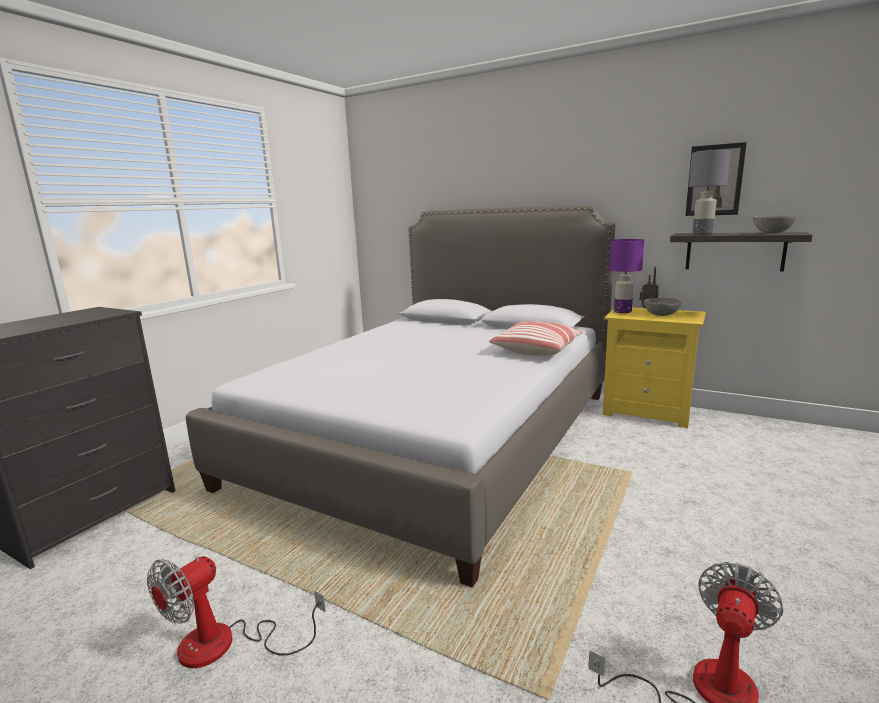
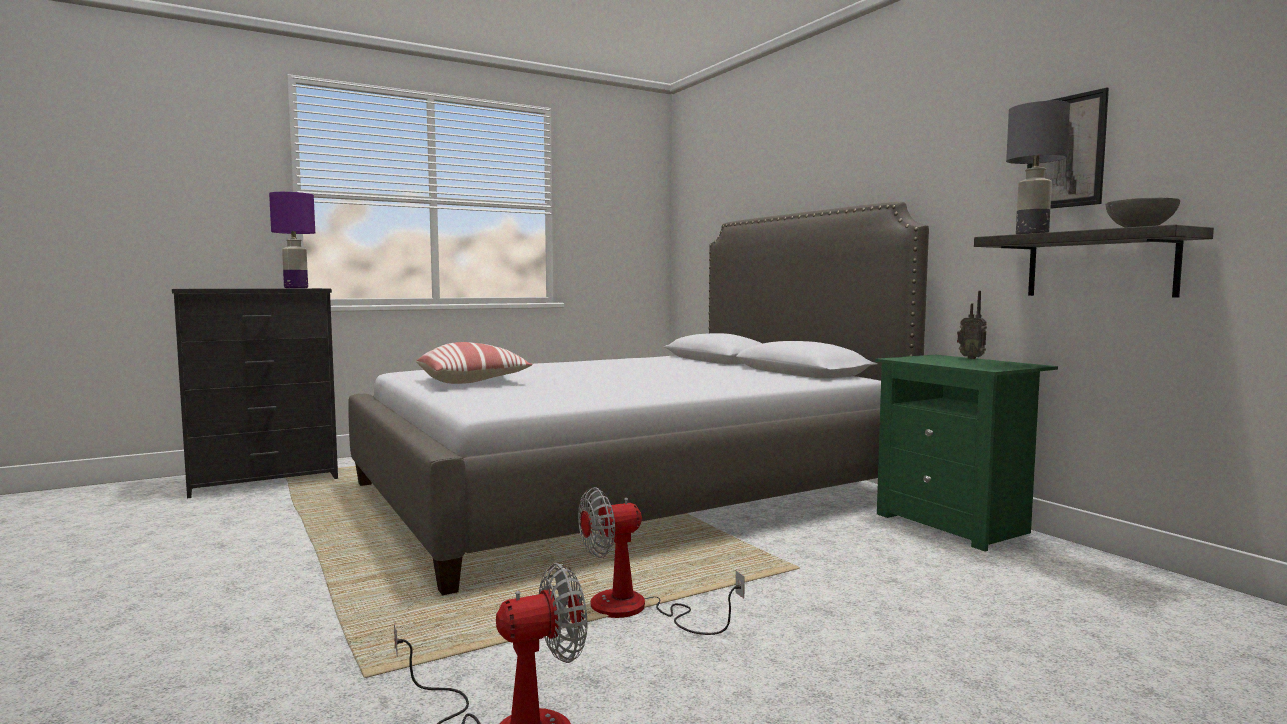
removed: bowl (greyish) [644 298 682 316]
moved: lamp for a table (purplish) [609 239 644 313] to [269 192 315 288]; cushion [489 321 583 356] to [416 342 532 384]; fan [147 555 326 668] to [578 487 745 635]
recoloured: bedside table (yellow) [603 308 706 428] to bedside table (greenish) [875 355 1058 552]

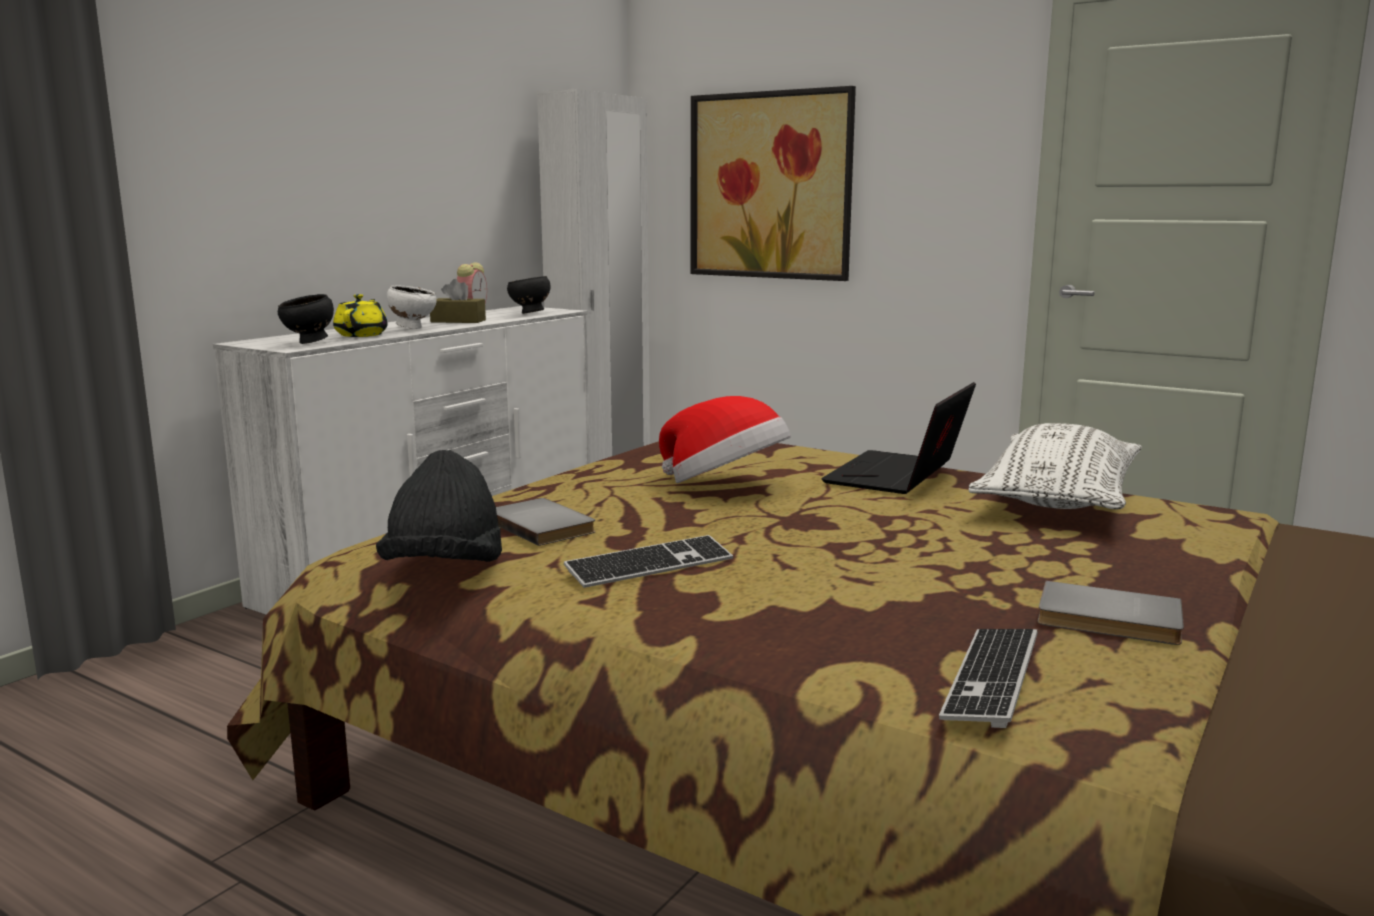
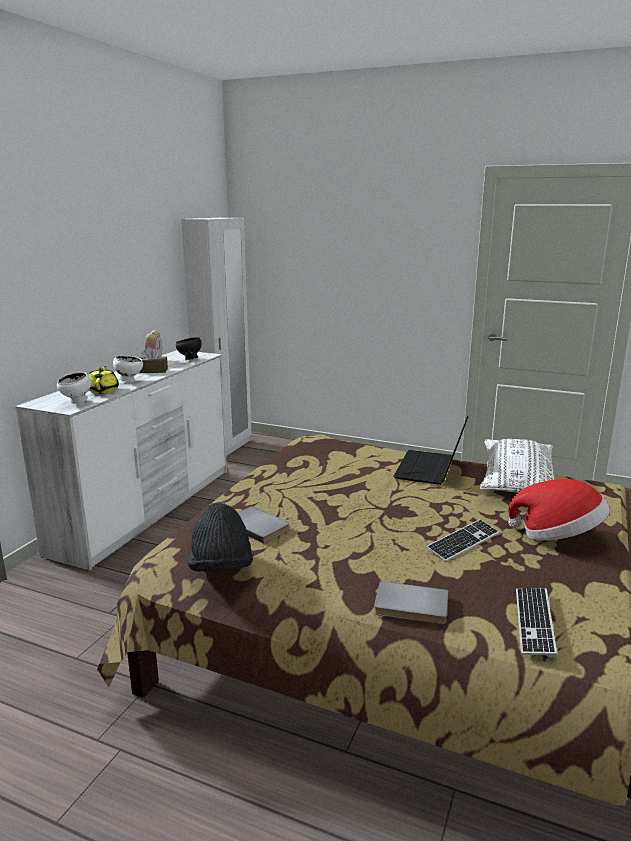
removed: wall picture [691 86 856 281]
moved: clothing hat [659 396 791 483] to [508 479 610 541]; computer keyboard [564 535 733 588] to [426 519 500 562]; bound book (greyish) [1037 581 1184 645] to [374 581 448 624]
recoloured: bowl (blackish) [278 294 334 344] to bowl (whitish) [57 372 91 404]

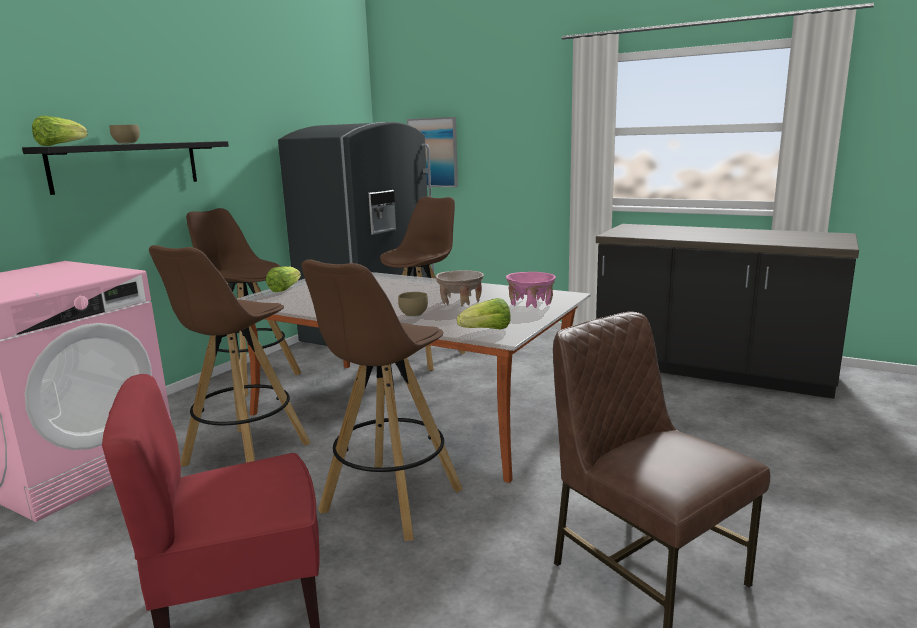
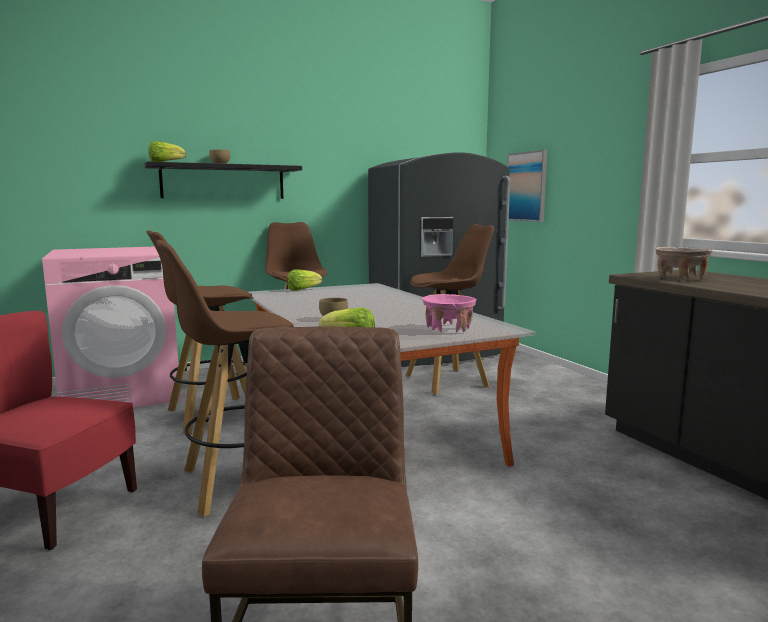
moved: bowl (sand-coloured) [436 270 484 306] to [656 247 713 280]

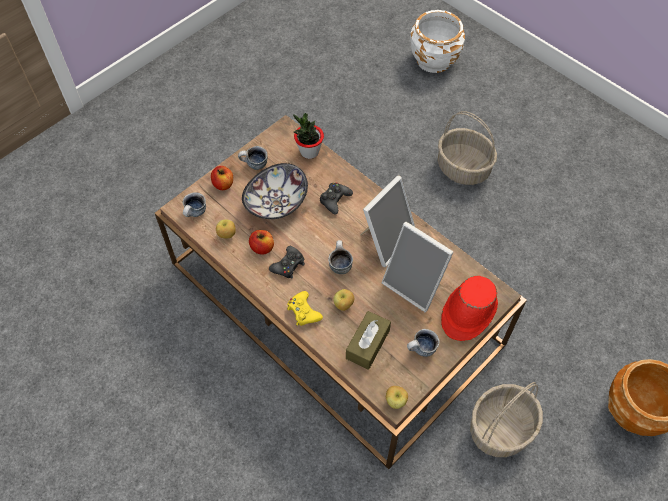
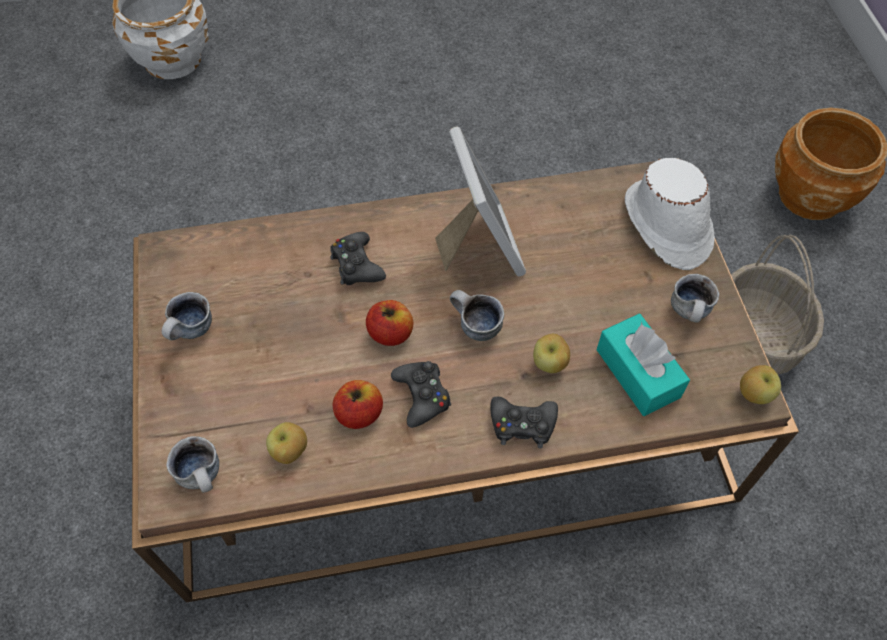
removed: storage basket [438 111 497 185]; plant in a pot [293 113 324 159]; bowl [242 163 308 219]; picture frame [382 222 454 312]
moved: apple fruit [211 166 233 190] to [366 300 413 346]
recoloured: clothing hat (red) [441 276 498 341] to clothing hat (whitish) [625 158 715 270]; joypad (yellow) [287 291 323 326] to joypad (blackish) [491 397 558 448]; box of tissues (brown) [346 311 391 370] to box of tissues (turquoise) [597 314 690 416]

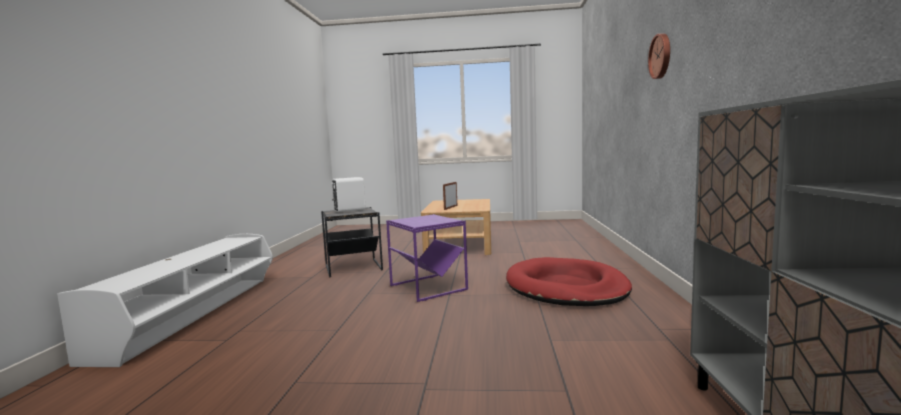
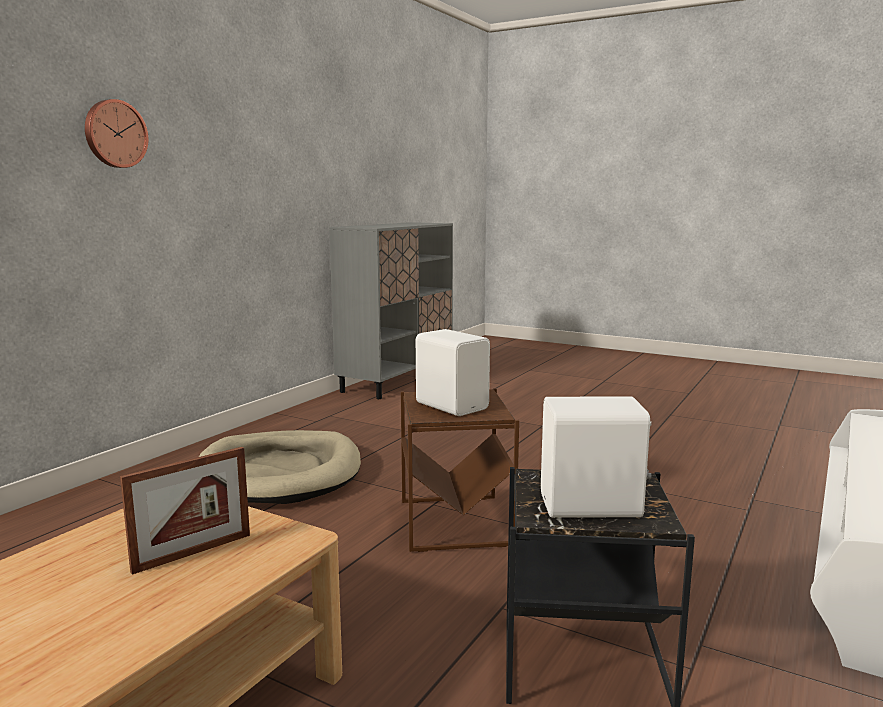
added: loudspeaker (whitish) [416 329 490 416]
recoloured: side table (purplish) [386 214 468 302] to side table (brown) [401 388 519 552]; pet bed (red) [506 257 632 306] to pet bed (sand-coloured) [199 430 361 504]

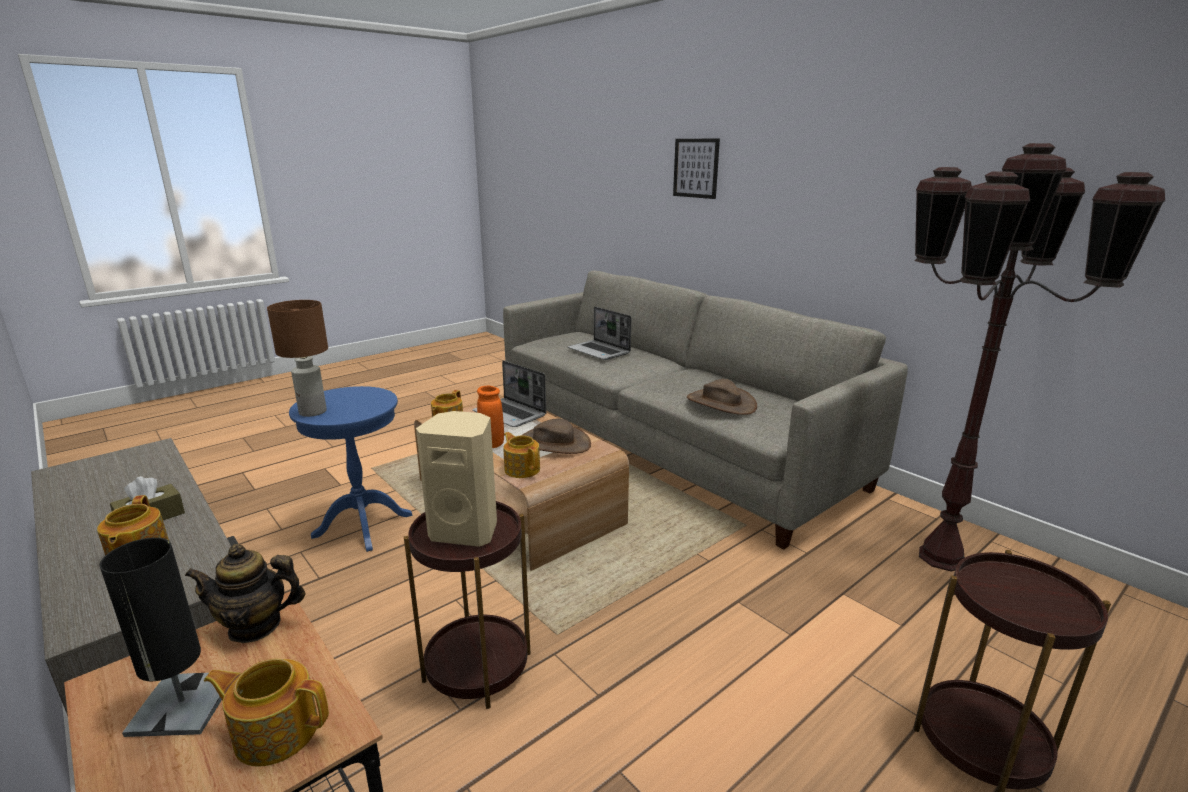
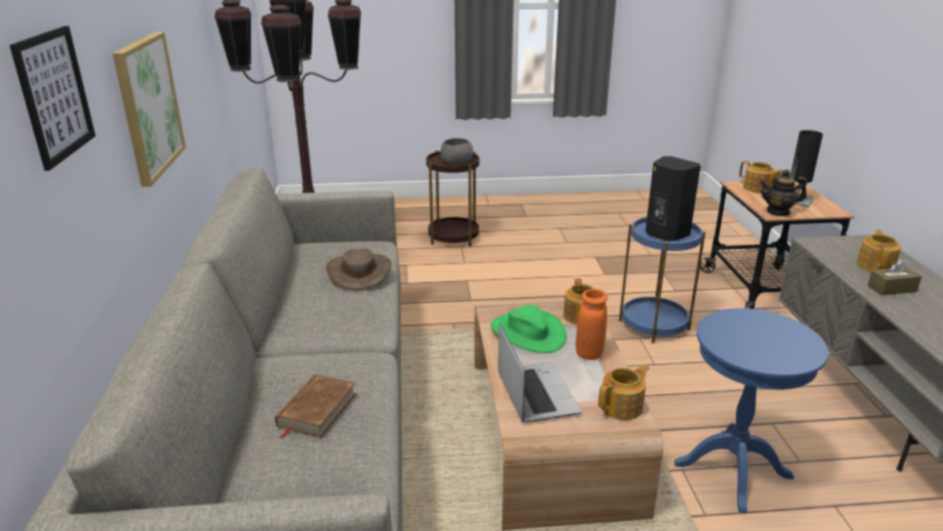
removed: lamp for a table (brown) [267 300 328 417]
added: wall picture [112 32 186 187]; bowl (greyish) [440 138 473 164]
replaced: notebook computer [568 307 631 360] to bound book (brown) [275 374 356 439]
recoloured: loudspeaker (sand-coloured) [416 411 497 547] to loudspeaker (blackish) [645 156 700 242]; clothing hat (brown) [521 419 591 454] to clothing hat (greenish) [491 305 566 353]; side table (brown) [404 501 530 709] to side table (blue-coloured) [619 217 706 343]
turned: pot for tea [185 544 306 643] = [760 170 807 216] 150 degrees clockwise

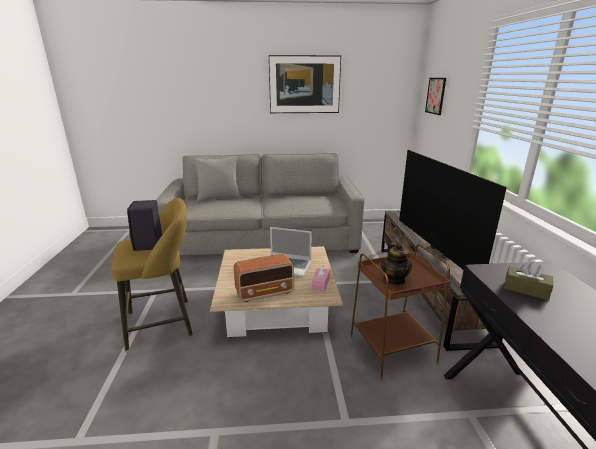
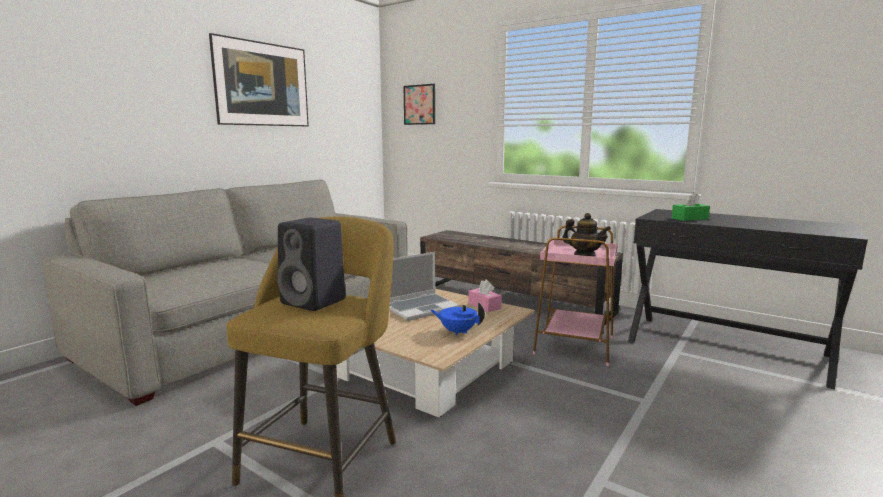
removed: TV [399 150 507 270]; cushion (greyish) [193 156 241 202]
replaced: radio receiver [234 254 294 302] to pot for tea (blue-coloured) [431 302 485 335]
recoloured: side table (brown) [350 244 451 380] to side table (pink-coloured) [533 225 618 366]; box of tissues (brown) [504 261 553 300] to box of tissues (greenish) [672 192 710 221]

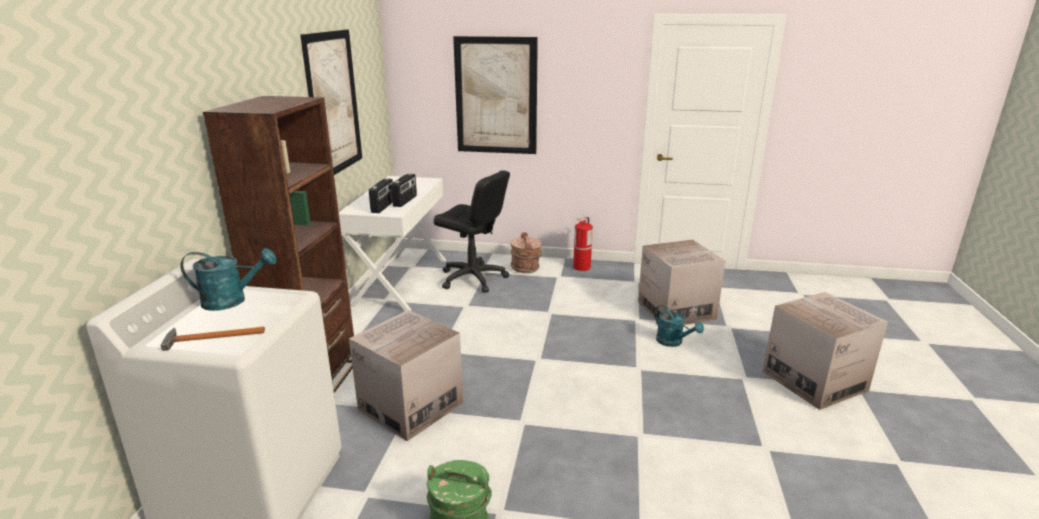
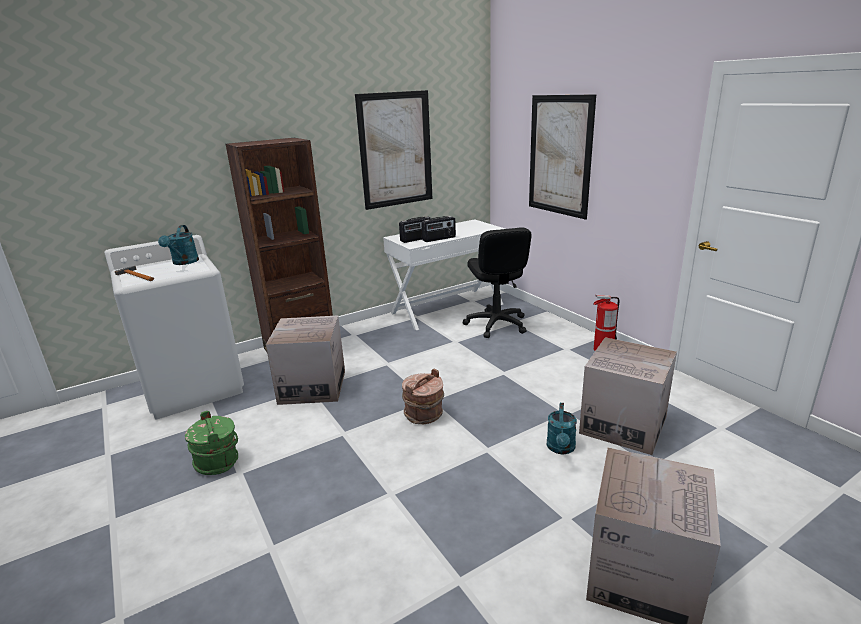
moved: water bucket (brown) [510 232 542 273] to [402 369 444 424]
turned: watering can (turquoise) [181 248 276 311] = [158 225 199 265] 45 degrees clockwise

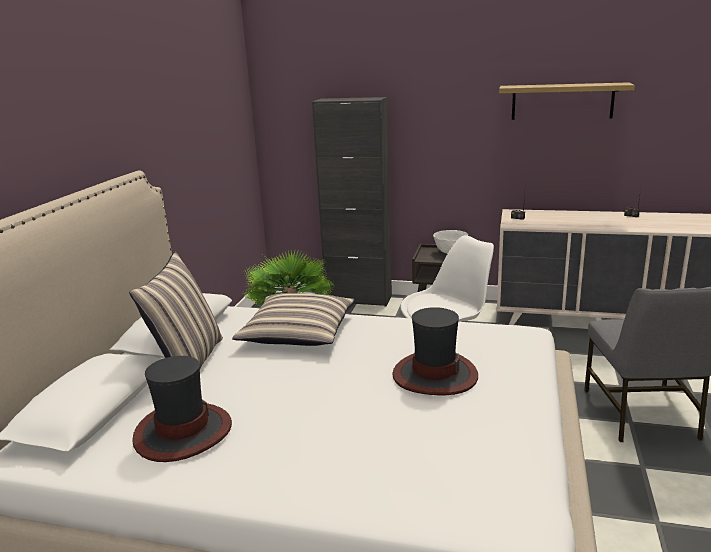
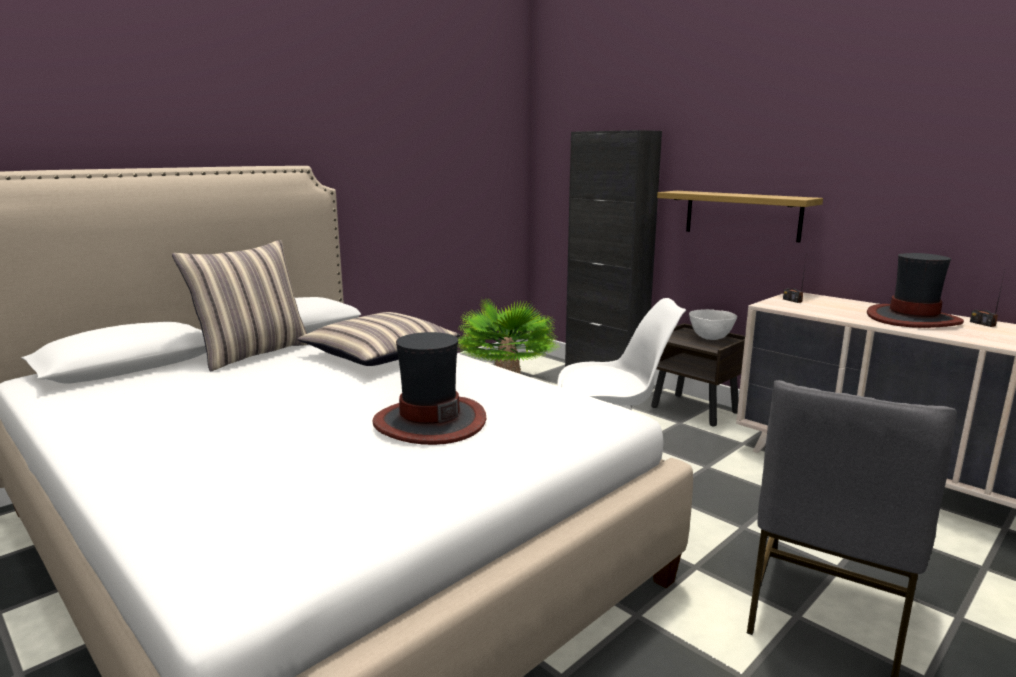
moved: wall shelf [499 82 635 120] to [657 191 823 243]; clothing hat [132 356 232 462] to [867 253 964 328]

